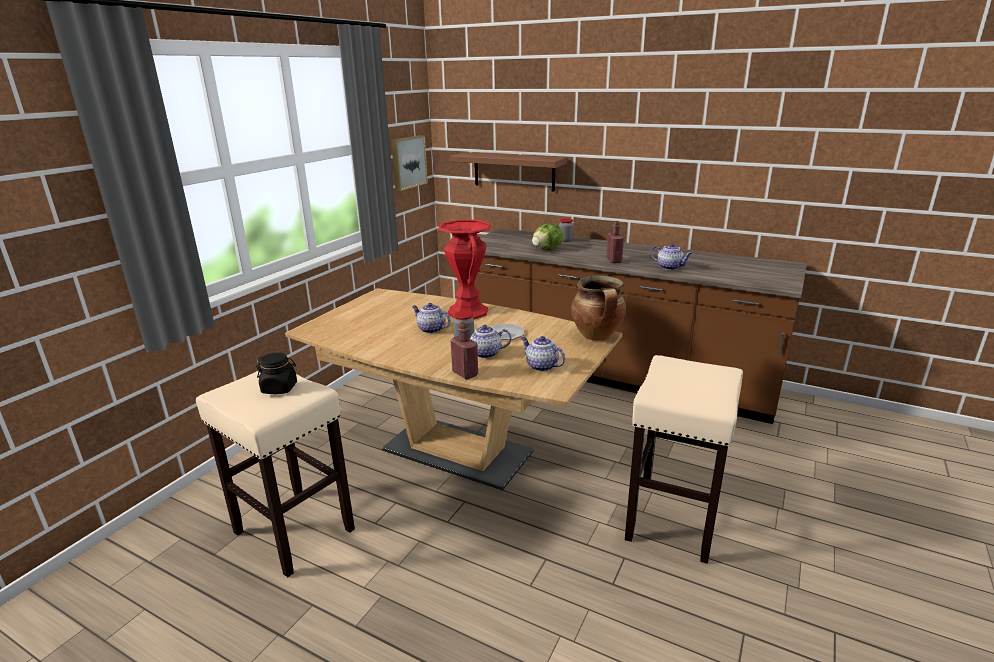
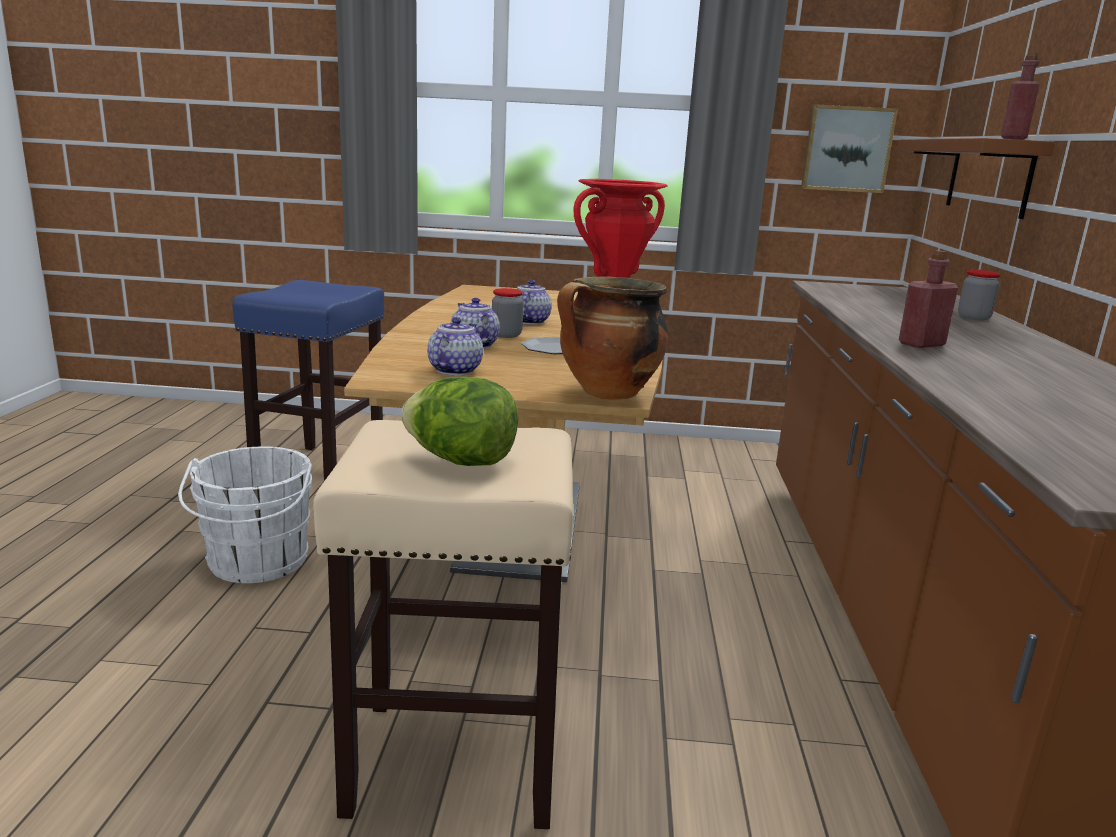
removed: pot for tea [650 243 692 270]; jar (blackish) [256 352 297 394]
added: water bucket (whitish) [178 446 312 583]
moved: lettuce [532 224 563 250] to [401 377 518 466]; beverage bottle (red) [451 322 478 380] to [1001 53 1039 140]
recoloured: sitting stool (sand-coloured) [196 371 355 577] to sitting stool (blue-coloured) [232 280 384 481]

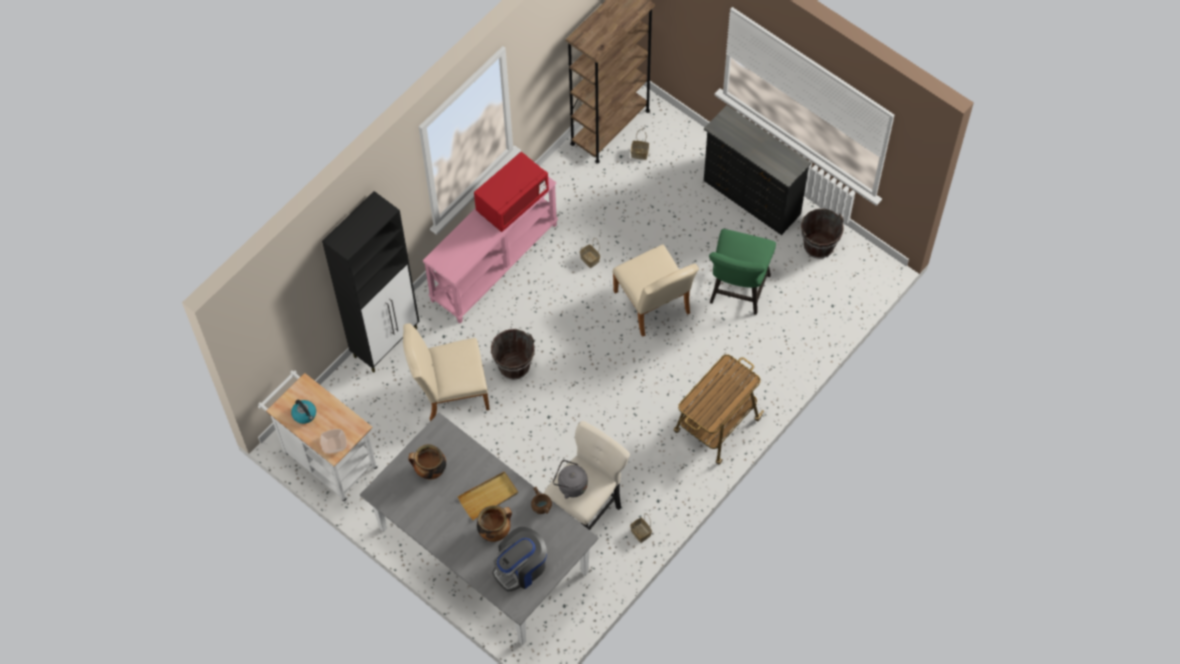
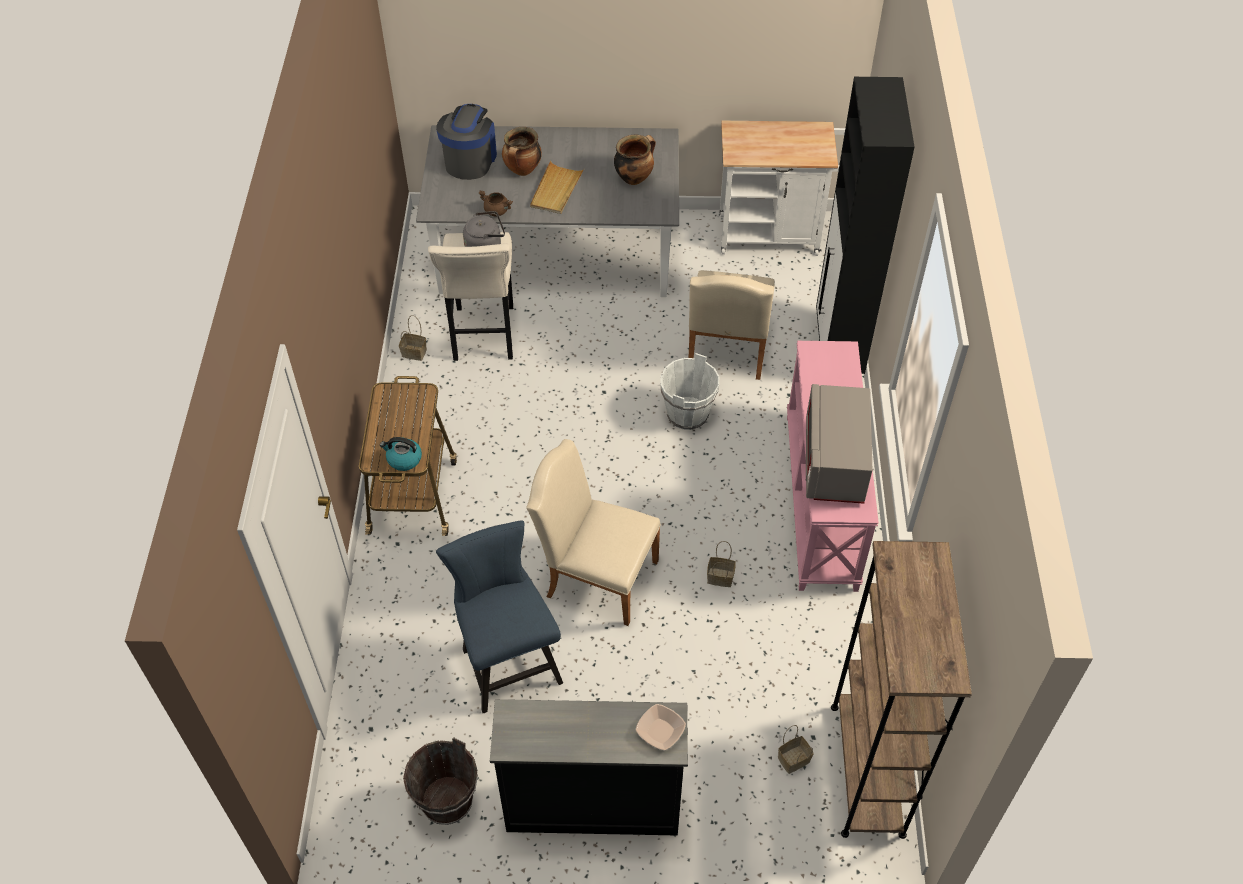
moved: water kettle [291 399 316 424] to [380 437 422 471]; bowl [320 429 347 454] to [636 704 686 750]
recoloured: kitchen microwave (red) [474 152 549 232] to kitchen microwave (greyish) [806 384 872 504]; upright chair (greenish) [709 229 776 315] to upright chair (blue-coloured) [436 521 563 713]; water bucket (brown) [491 329 535 380] to water bucket (whitish) [660 353 719 430]
turned: upright chair (sand-coloured) [403 323 490 421] = [688 270 775 380] 150 degrees clockwise

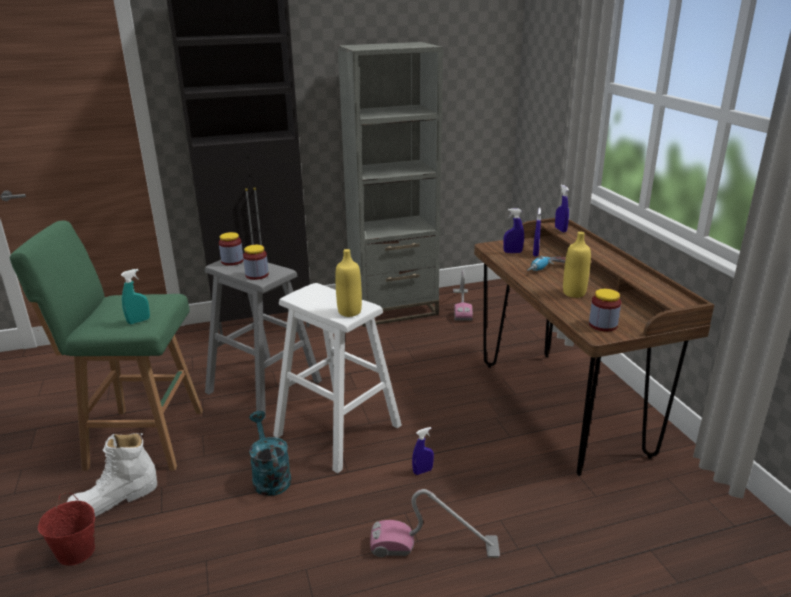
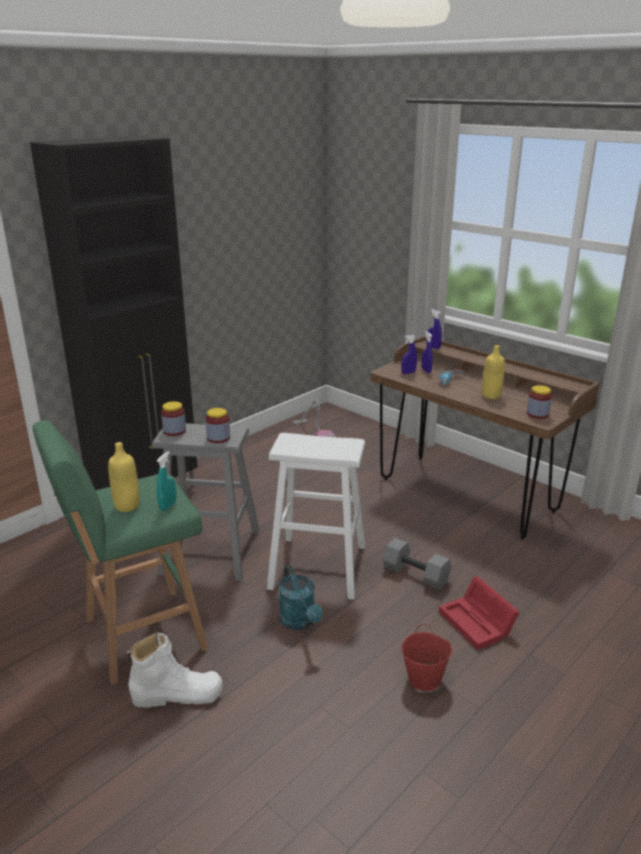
removed: bookshelf (greyish) [338 42 443 327]
moved: beverage bottle (yellow) [335 249 362 317] to [108 442 140 512]; water bucket (red) [38 493 95 566] to [402 624 453 691]
replaced: sprayer (blue-coloured) [412 427 434 475] to hand weight (greyish) [382 538 452 590]; vacuum cleaner [370 489 500 558] to storage box (red) [439 576 520 650]
turned: watering can (turquoise) [249 411 291 496] = [279 566 323 630] 150 degrees counterclockwise; tall boot (whitish) [67 433 157 517] = [127 632 223 708] 120 degrees counterclockwise

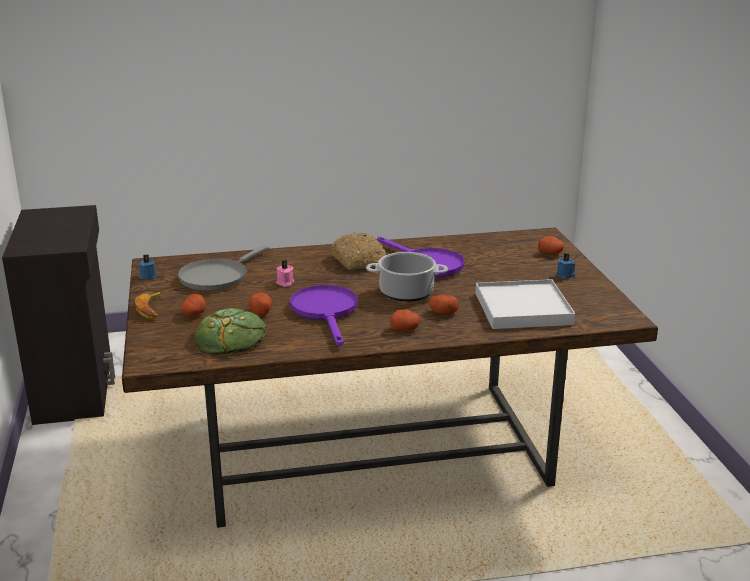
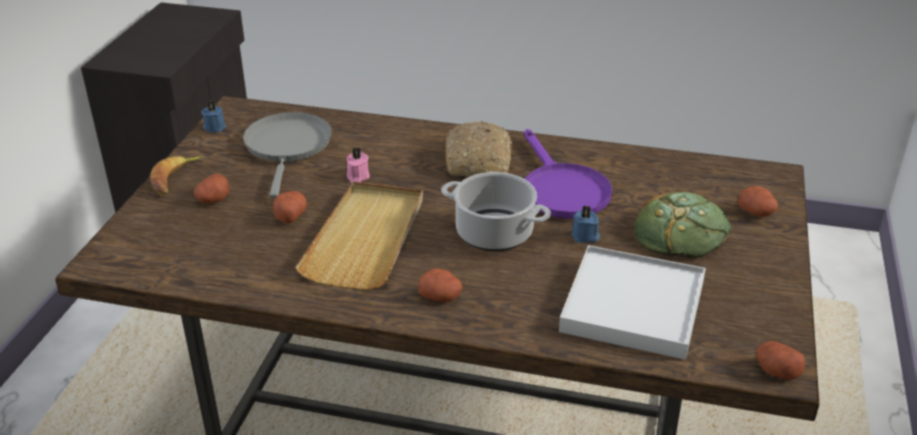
moved: candle (blue-coloured) [556 253 575 279] to [571 205 600 243]; whole potato [429 295 459 315] to [757 341 805 380]; bread [194 308 267 355] to [634 192 732 258]
replaced: pan (purplish) [290 285 358 346] to tray (sand-coloured) [295 182 423 290]
turned: pan (greyish) [178 245 269 290] = [243 112 332 198] 120 degrees clockwise

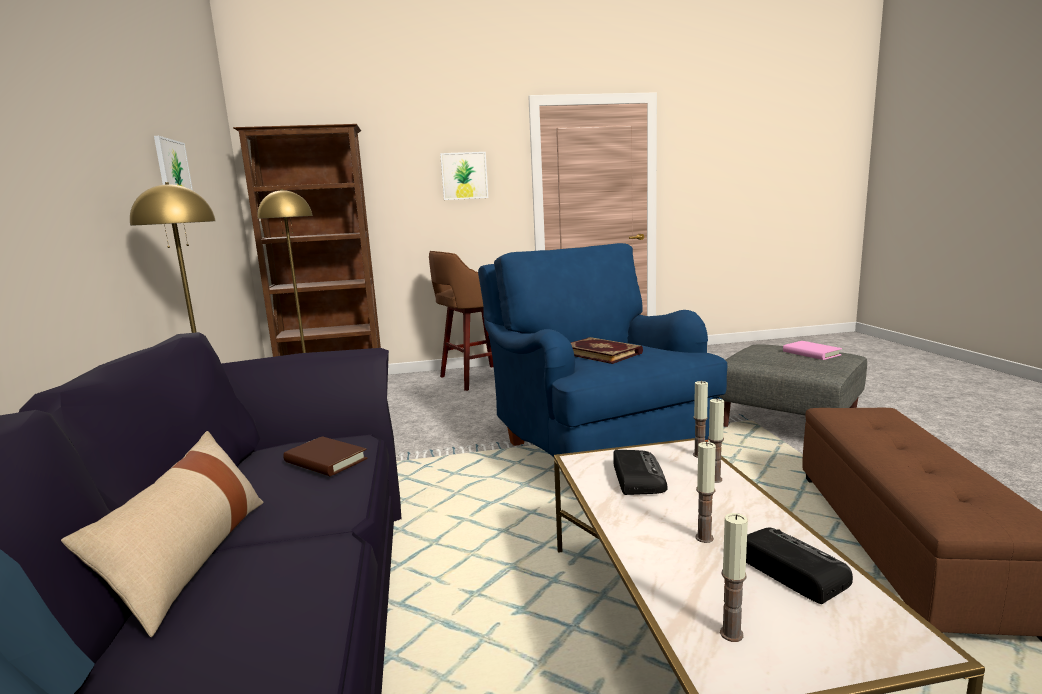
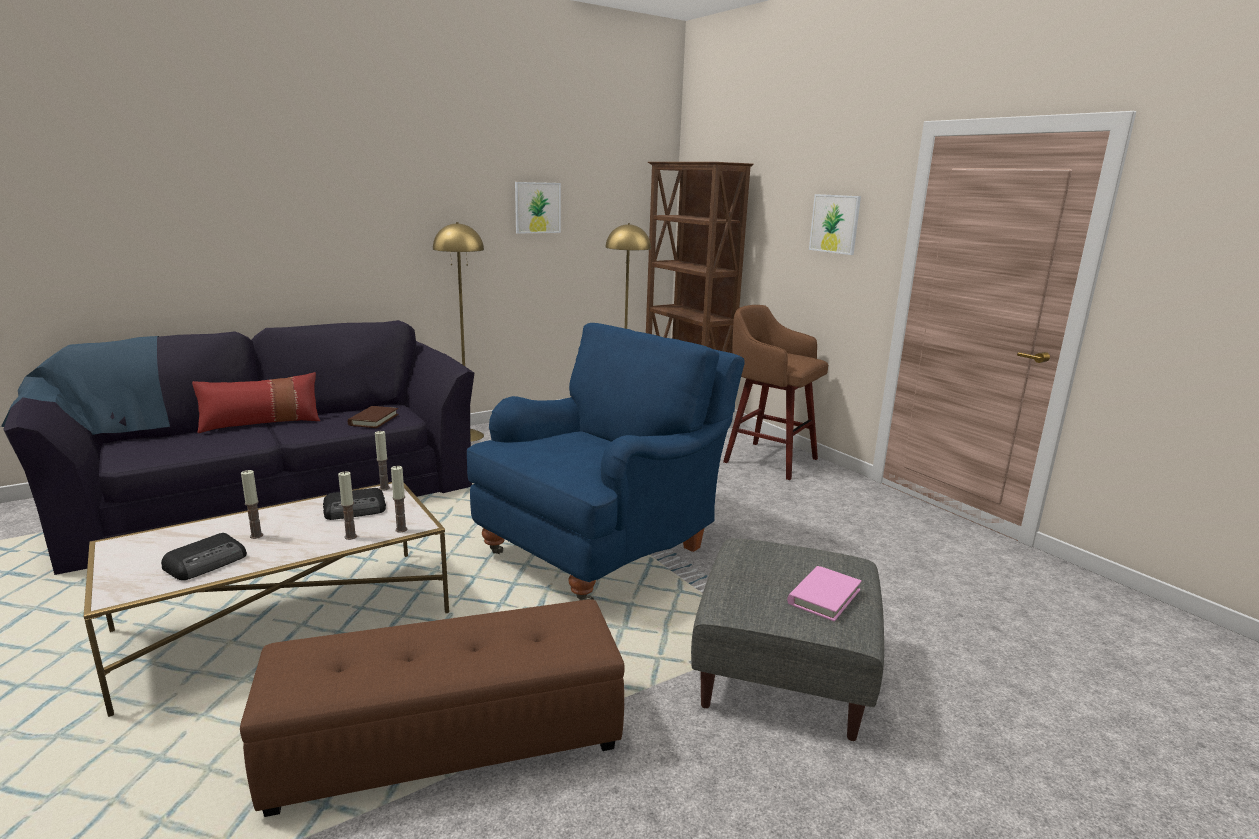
removed: bound book [570 337 643 364]
moved: candle [720 513 748 642] to [375 431 390 490]
recoloured: cushion (sand-coloured) [61 431 264 637] to cushion (red) [192 372 320 433]

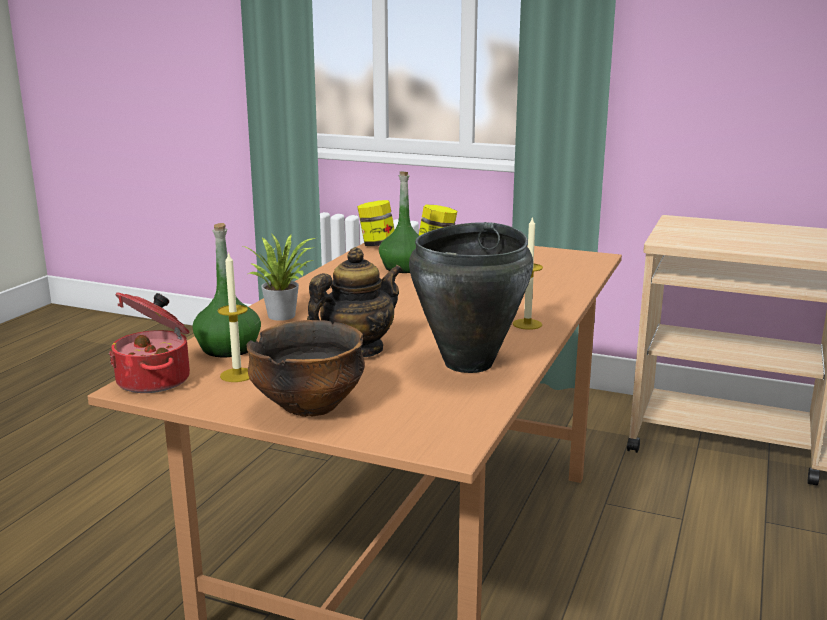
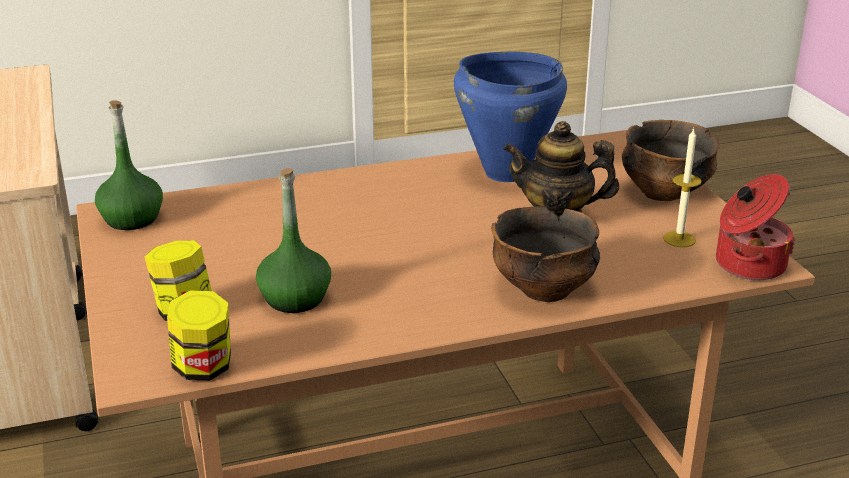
removed: candle [513 216 543 330]
moved: beverage bottle (greenish) [192 223 261 357] to [95 101 163 230]
replaced: plant in a pot [243 233 315 320] to bowl [491 206 600 302]
recoloured: cooking pot (blackish) [409 222 533 373] to cooking pot (blue-coloured) [454 52 567 182]

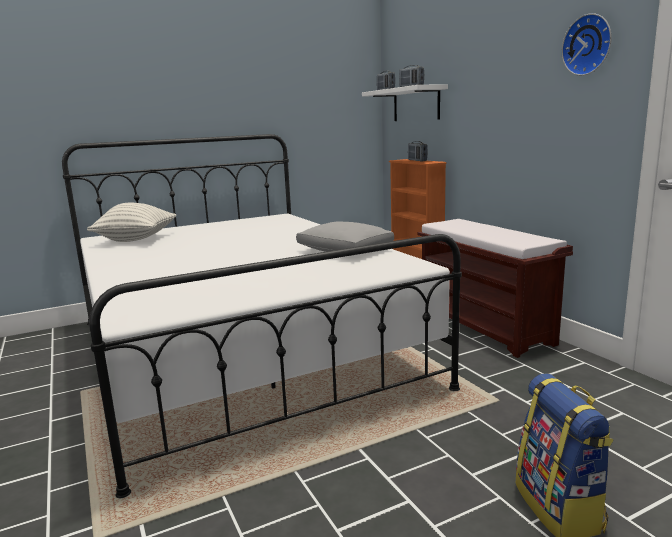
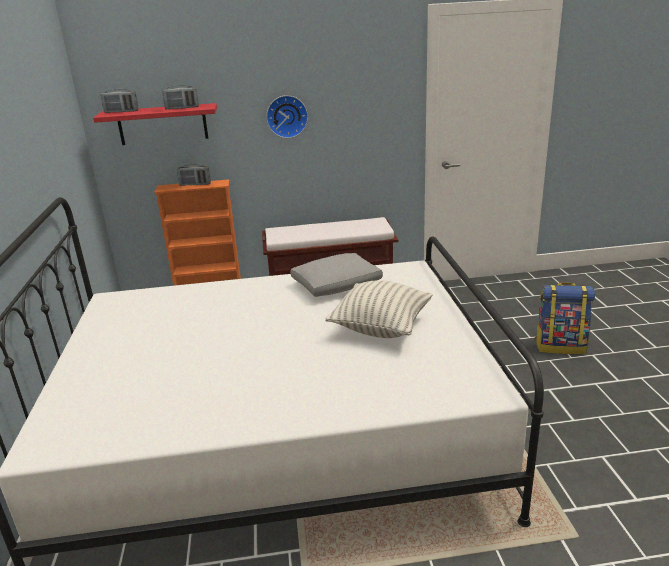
moved: wall clock [562 13 612 76] to [266 95 308 138]; cushion [87 202 176 242] to [325 280 433 338]
recoloured: wall shelf (whitish) [362 84 448 121] to wall shelf (red) [93 103 217 145]

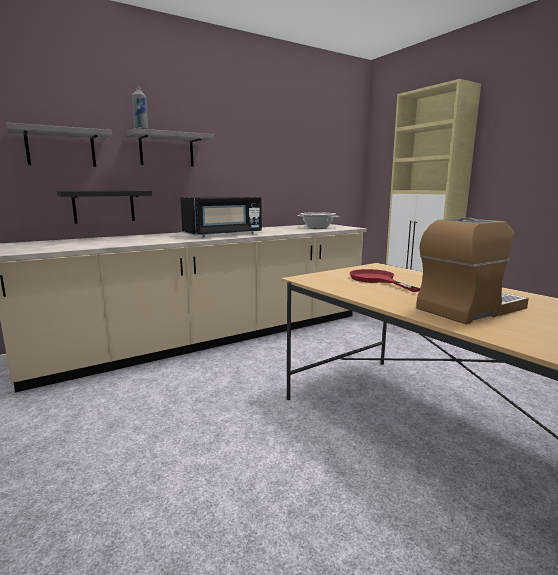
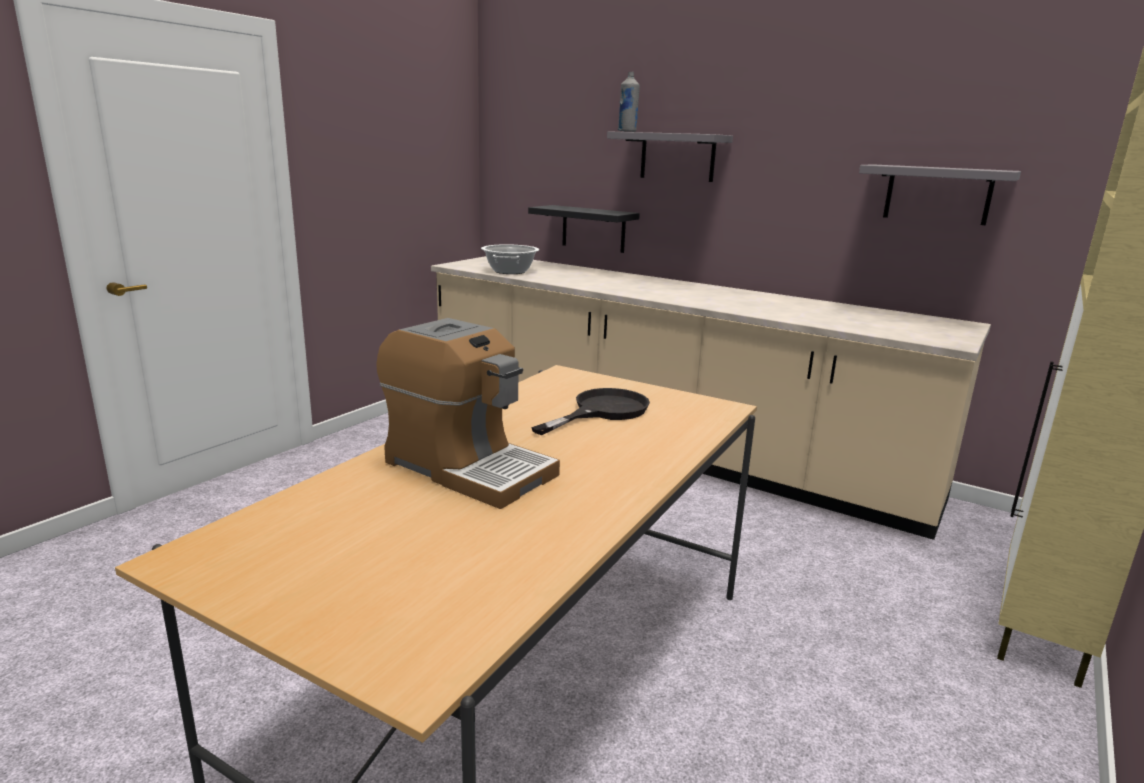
removed: kitchen microwave (blackish) [180 196 262 238]
moved: wall shelf (greyish) [6 122 112 167] to [859 164 1021 225]; cooking pot [297 212 339 229] to [481 244 539 274]
recoloured: pan (red) [350 269 420 292] to pan (blackish) [531 388 650 435]

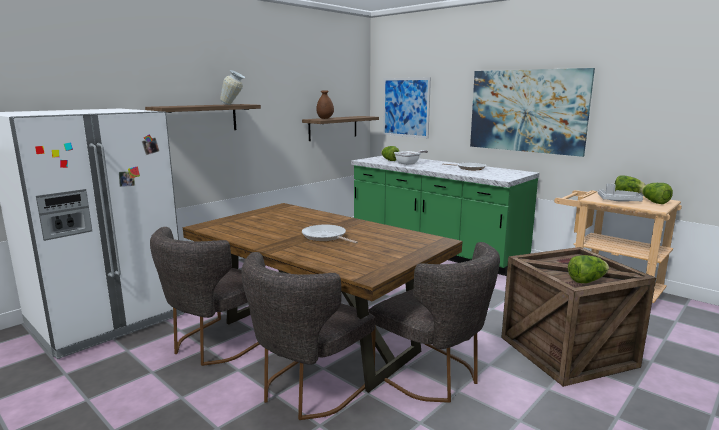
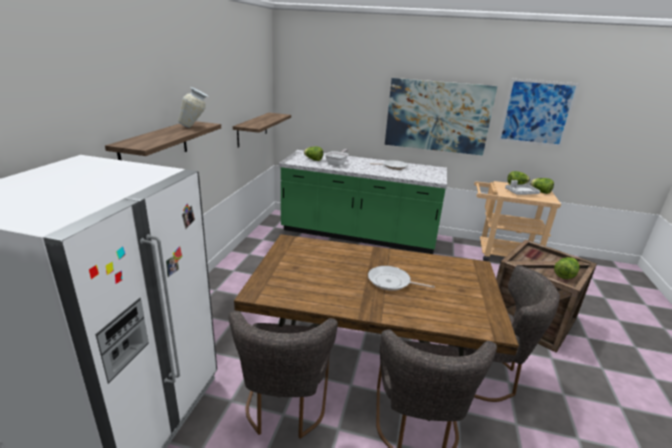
removed: vase (brown) [316 90 334 119]
moved: wall picture [383 78 431 138] to [498 79 580 147]

